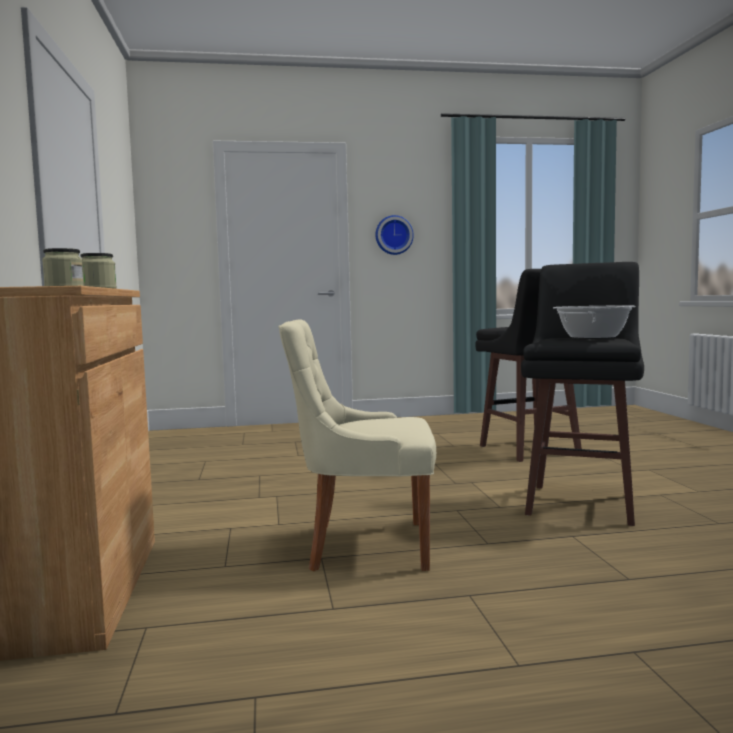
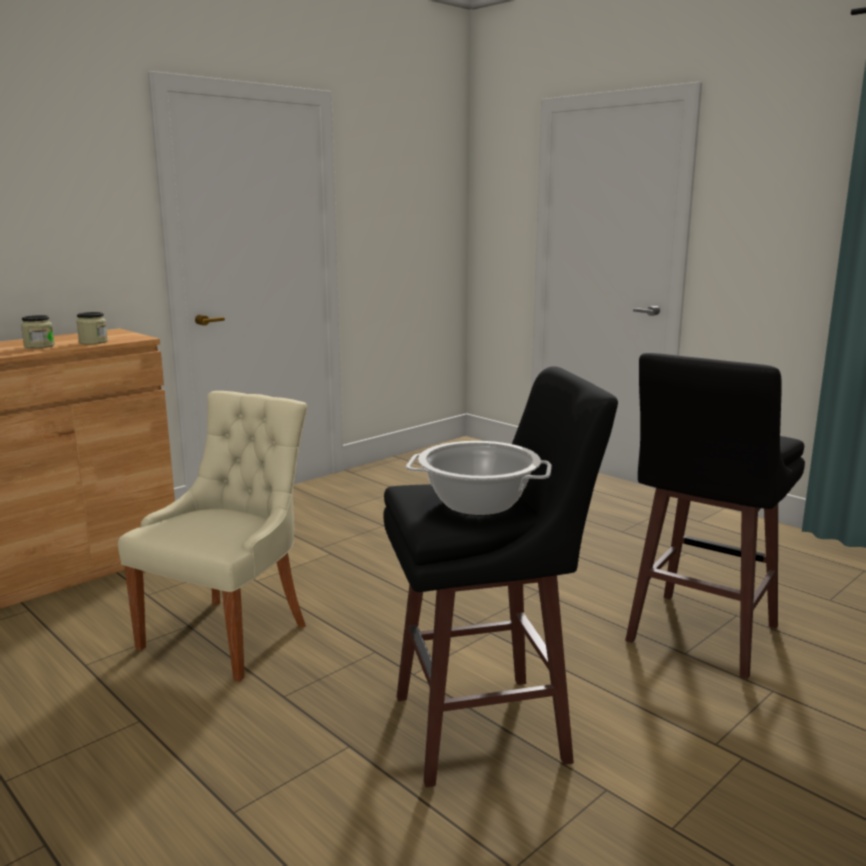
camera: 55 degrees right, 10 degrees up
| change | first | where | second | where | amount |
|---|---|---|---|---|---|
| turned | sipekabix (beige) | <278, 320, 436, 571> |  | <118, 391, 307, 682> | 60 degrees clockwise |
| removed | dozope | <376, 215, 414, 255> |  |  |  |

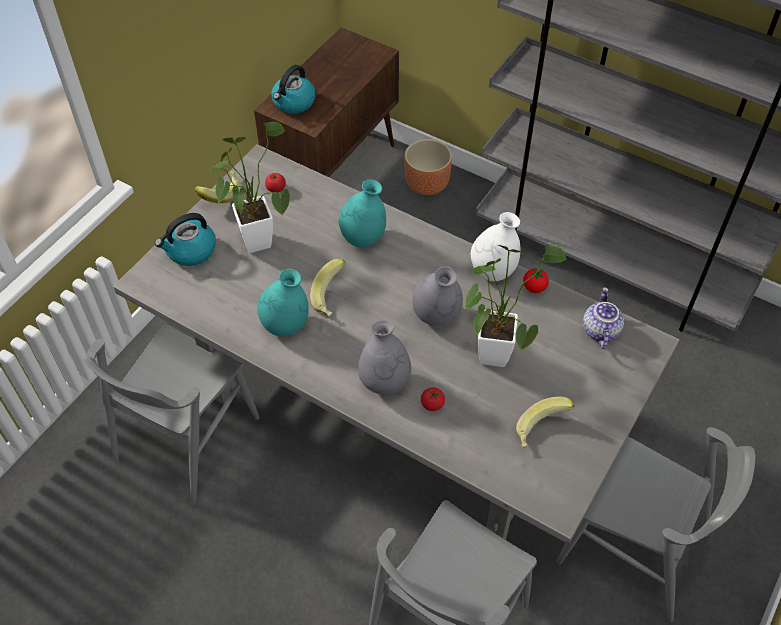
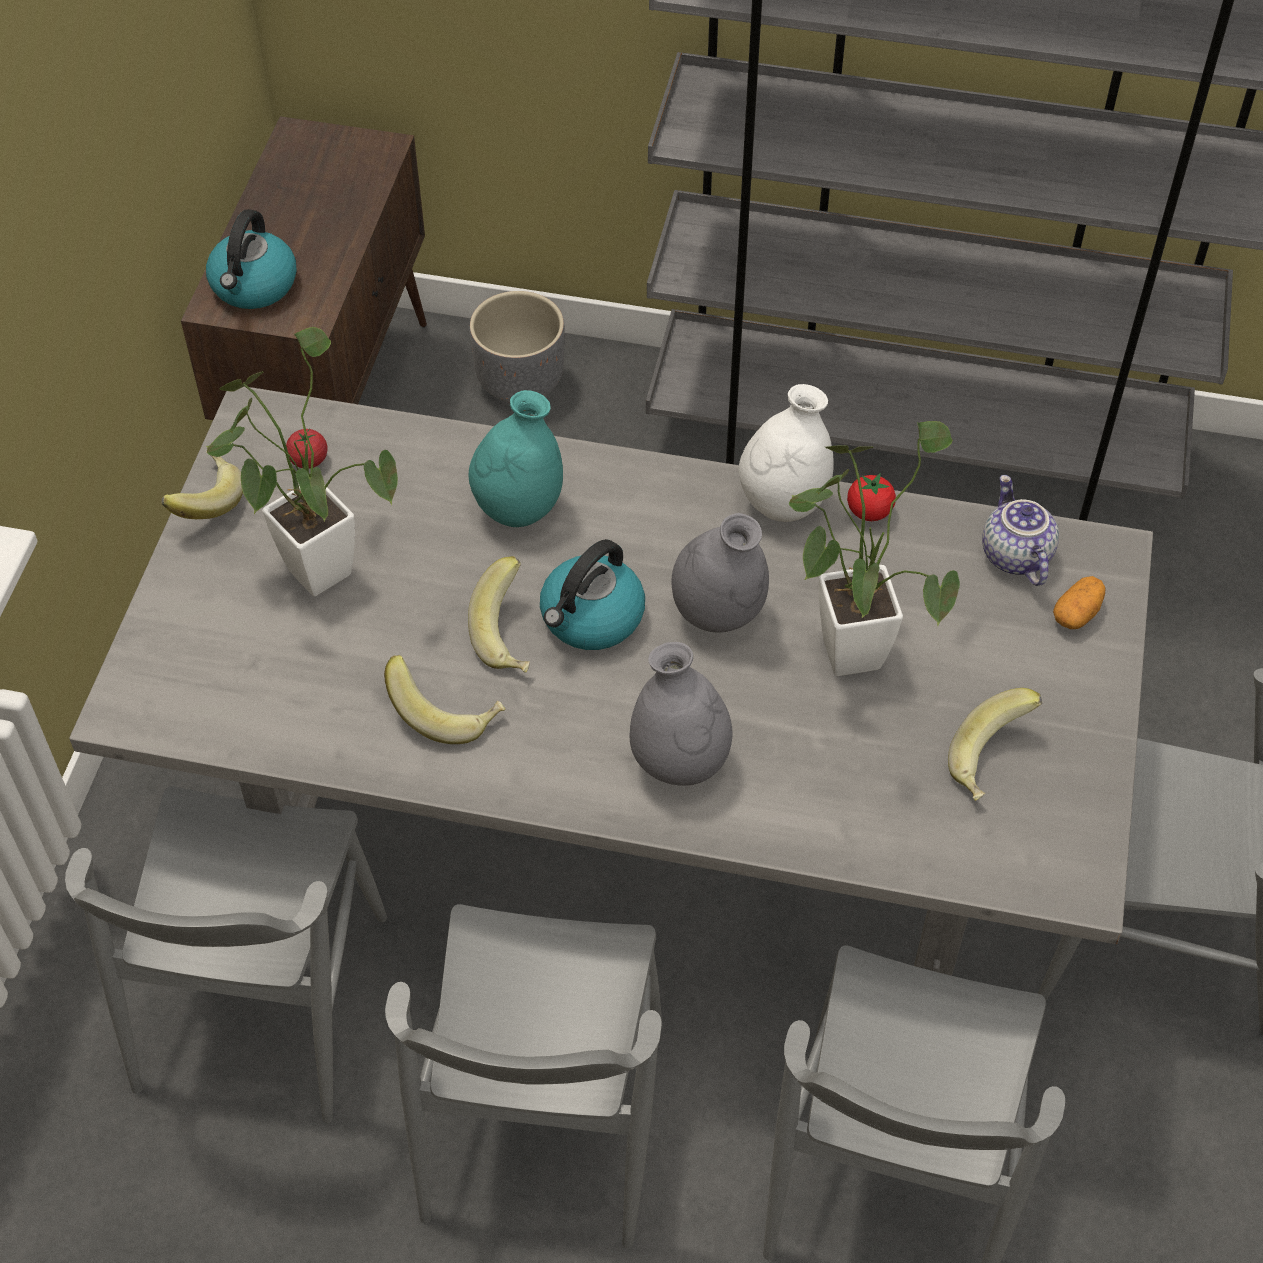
camera: 20 degrees left, 0 degrees up
| change | first | where | second | where | amount |
|---|---|---|---|---|---|
| replaced | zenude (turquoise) | <257, 269, 309, 336> | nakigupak | <384, 655, 505, 744> |  |
| added |  |  | sipekabix (grey) | <385, 904, 662, 1249> |  |
| recoloured | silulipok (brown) | <404, 139, 452, 195> | silulipok (grey) | <469, 291, 565, 402> |  |
| moved | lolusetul | <155, 213, 216, 266> |  | <540, 539, 645, 650> |  |
| added |  |  | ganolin | <1053, 576, 1106, 629> |  |
| removed | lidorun | <421, 387, 445, 411> |  |  |  |

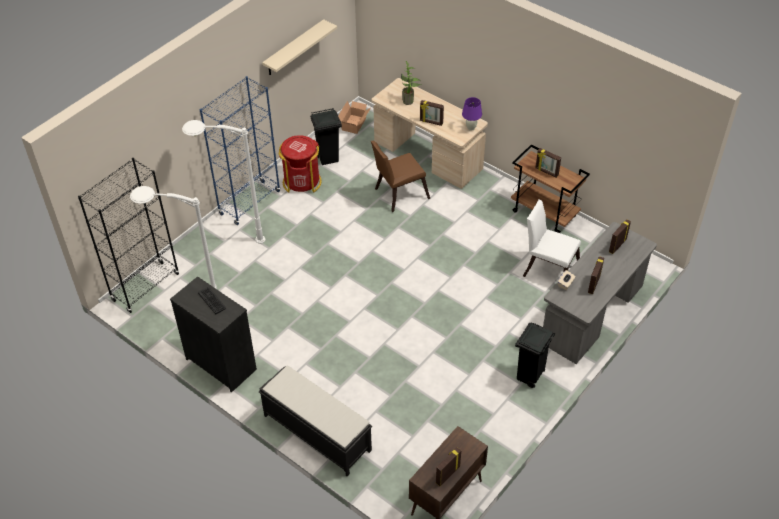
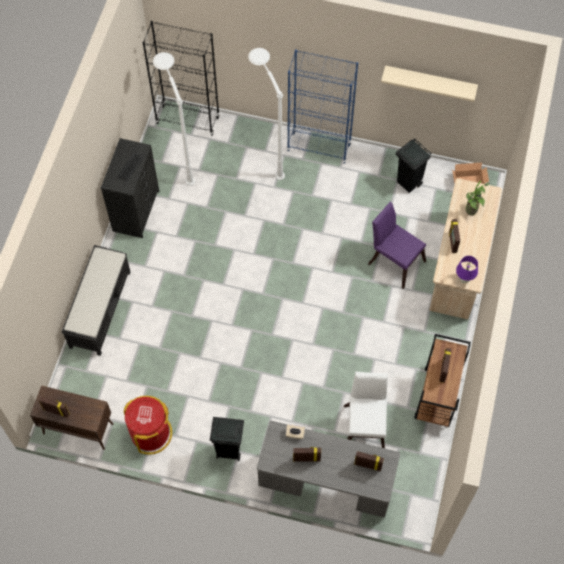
camera: 65 degrees right, 15 degrees up
| change | first | where | second | where | amount |
|---|---|---|---|---|---|
| moved | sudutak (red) | <278, 135, 322, 192> |  | <124, 396, 172, 455> |  |
| recoloured | sipekabix (brown) | <371, 141, 430, 212> | sipekabix (purple) | <368, 202, 426, 289> |  |

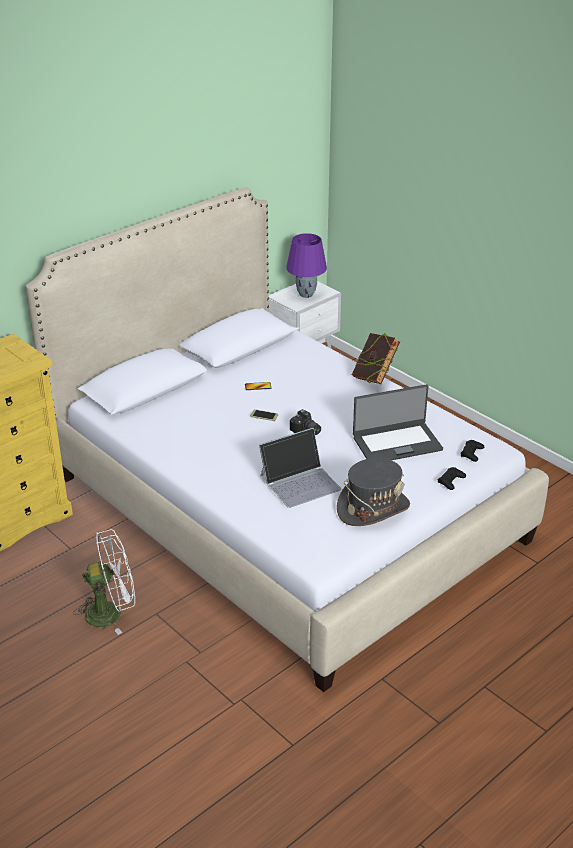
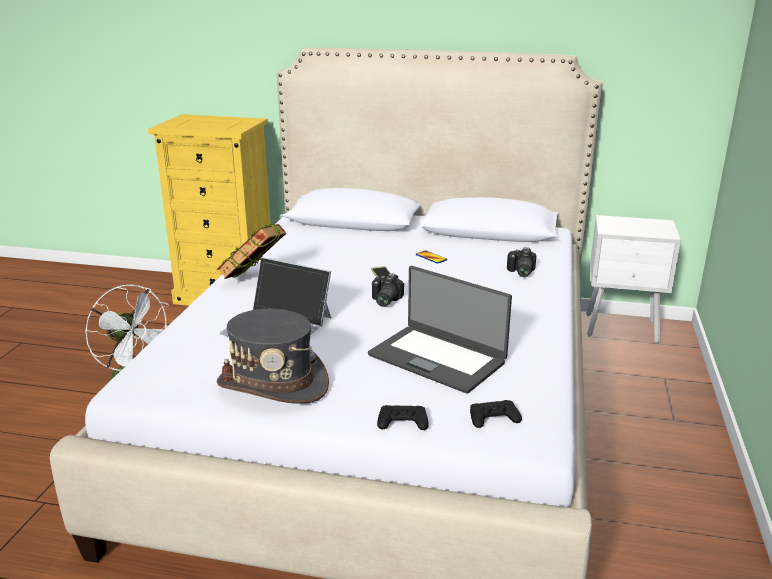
camera: 55 degrees right, 10 degrees down
| change | first | where | second | where | amount |
|---|---|---|---|---|---|
| moved | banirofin | <352, 333, 400, 384> |  | <217, 223, 286, 279> |  |
| added |  |  | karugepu | <507, 247, 536, 277> |  |
| removed | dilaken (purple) | <286, 233, 327, 298> |  |  |  |

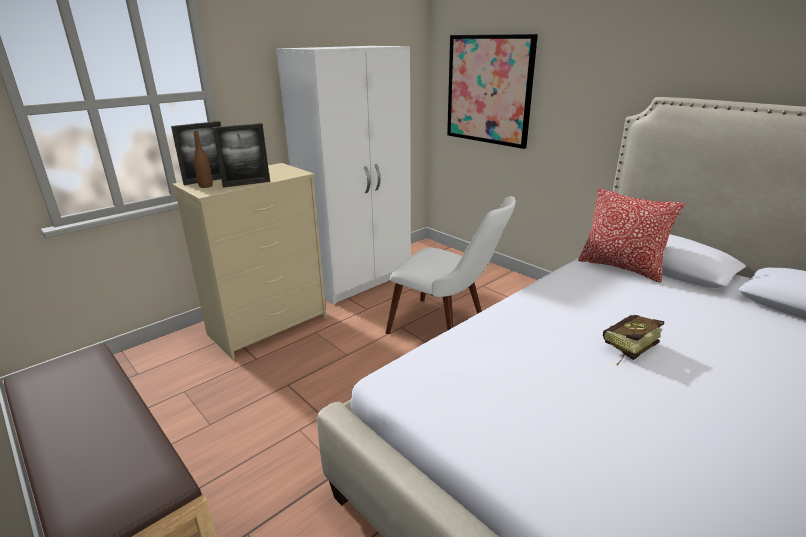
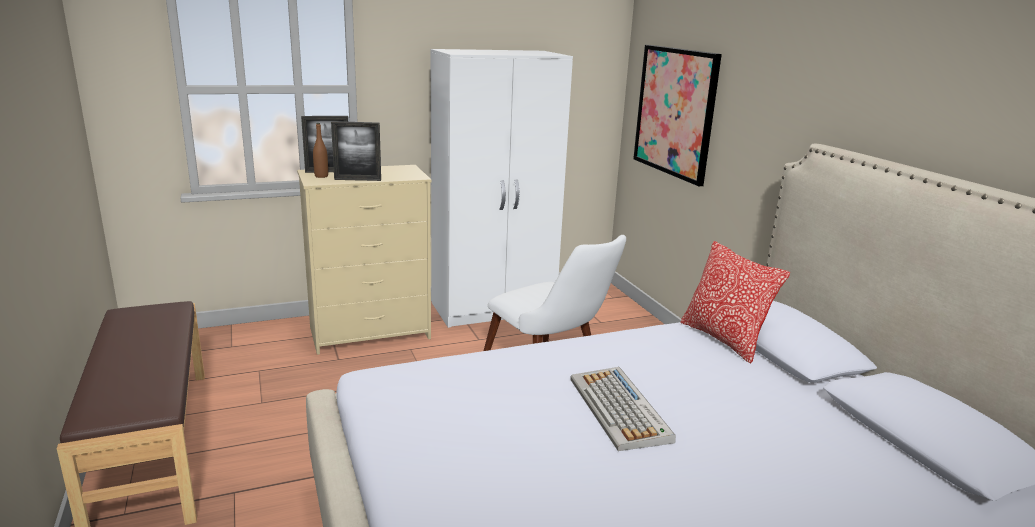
camera: 20 degrees right, 5 degrees down
| change | first | where | second | where | amount |
|---|---|---|---|---|---|
| replaced | banirofin | <603, 315, 664, 365> | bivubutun | <571, 367, 676, 451> |  |

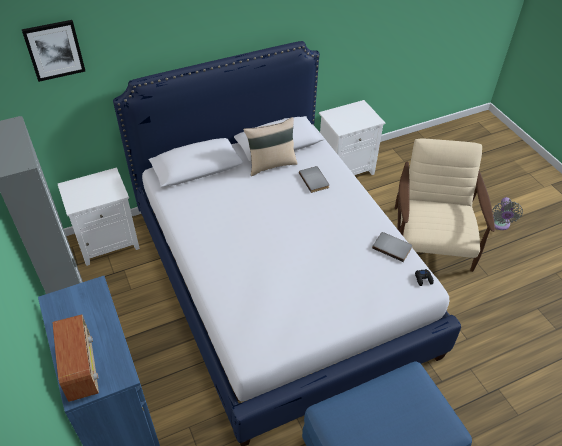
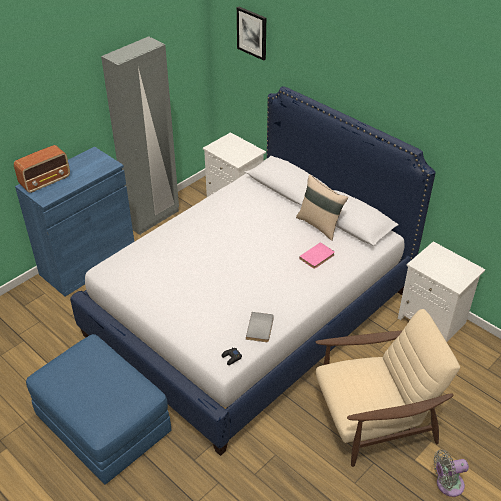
camera: 70 degrees right, 5 degrees down
| change | first | where | second | where | amount |
|---|---|---|---|---|---|
| recoloured | banirofin (grey) | <299, 166, 329, 193> | banirofin (pink) | <299, 242, 335, 269> |  |

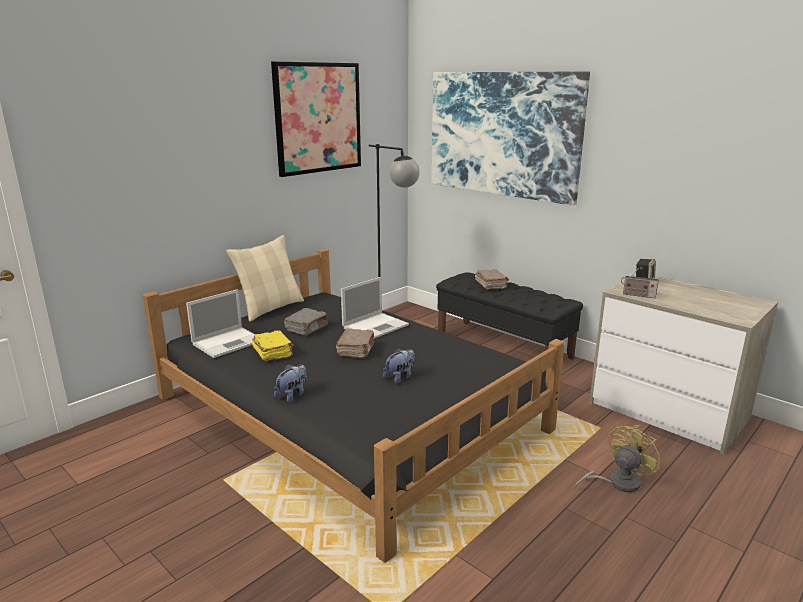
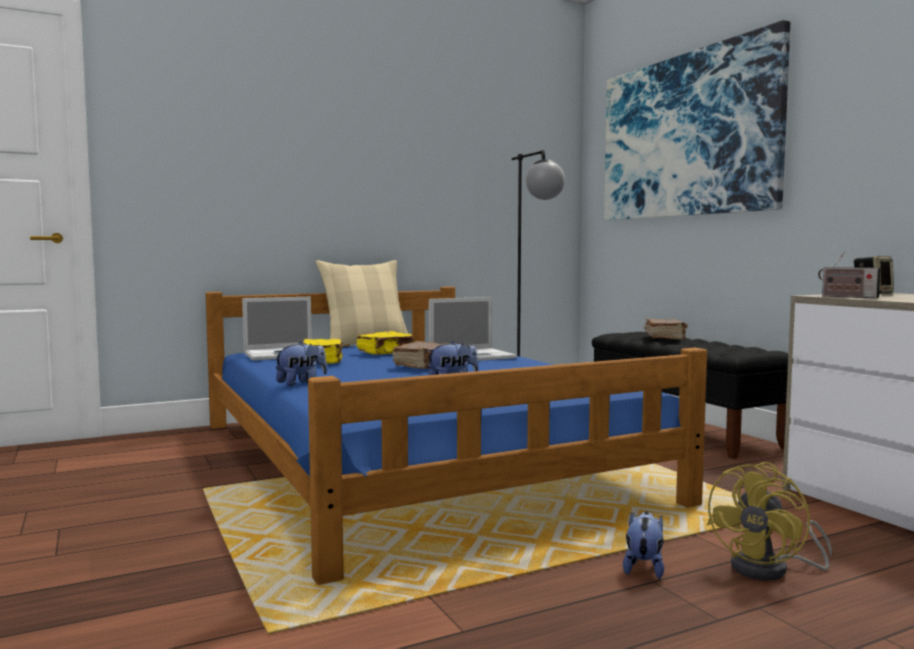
camera: 20 degrees right, 15 degrees down
| change | first | where | second | where | amount |
|---|---|---|---|---|---|
| recoloured | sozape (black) | <143, 248, 565, 563> | sozape (blue) | <206, 287, 707, 585> |  |
| recoloured | banirofin (grey) | <284, 308, 328, 335> | banirofin (yellow) | <357, 331, 414, 355> |  |
| added |  |  | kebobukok | <623, 511, 664, 579> |  |
| turned | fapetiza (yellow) | <574, 425, 660, 493> |  | <706, 462, 832, 581> | 150 degrees clockwise |
| removed | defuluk | <271, 62, 361, 177> |  |  |  |

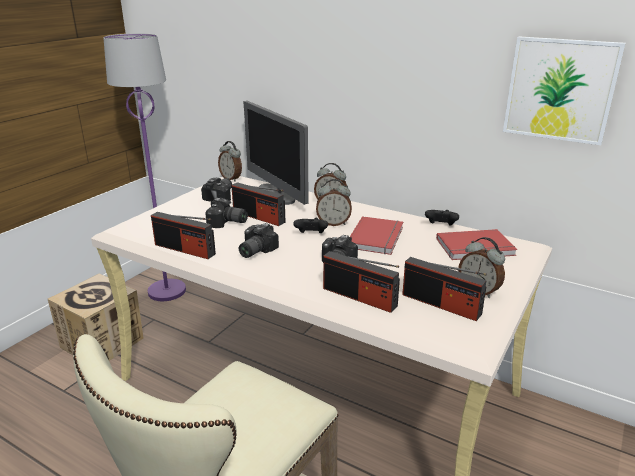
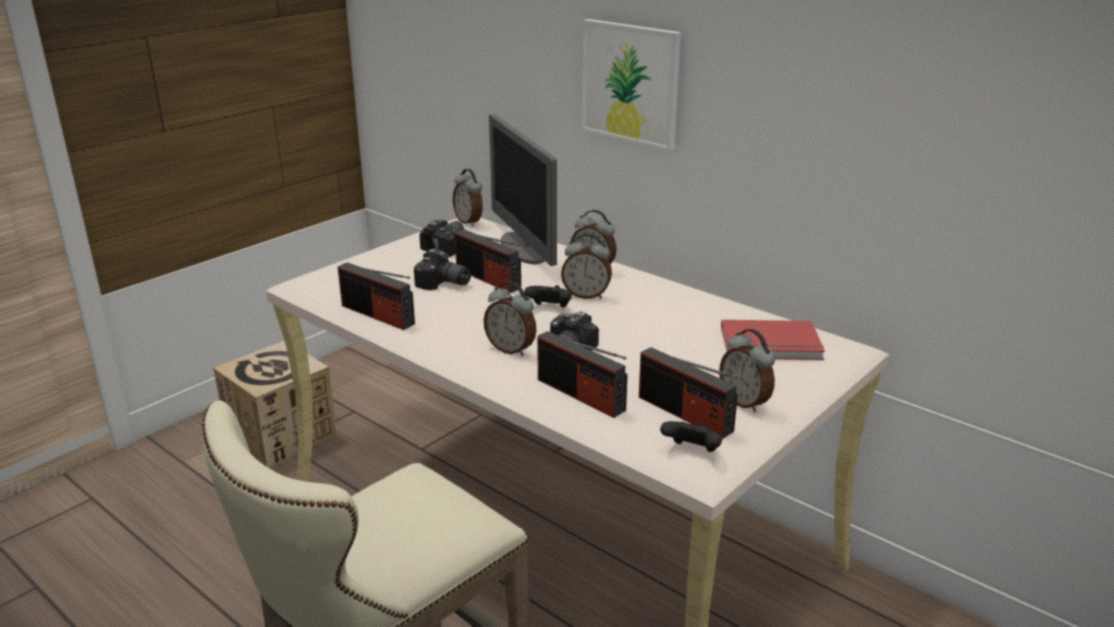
camera: 10 degrees right, 0 degrees up
| change | first | where | second | where | amount |
|---|---|---|---|---|---|
| added |  |  | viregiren | <484, 282, 537, 356> |  |
| moved | defuluk | <503, 36, 626, 145> |  | <582, 19, 681, 151> |  |
| moved | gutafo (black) | <425, 210, 459, 226> |  | <660, 421, 722, 452> |  |
| removed | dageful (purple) | <103, 33, 186, 301> |  |  |  |
| removed | karugepu | <239, 223, 279, 258> |  |  |  |
| removed | banirofin (red) | <350, 216, 403, 255> |  |  |  |

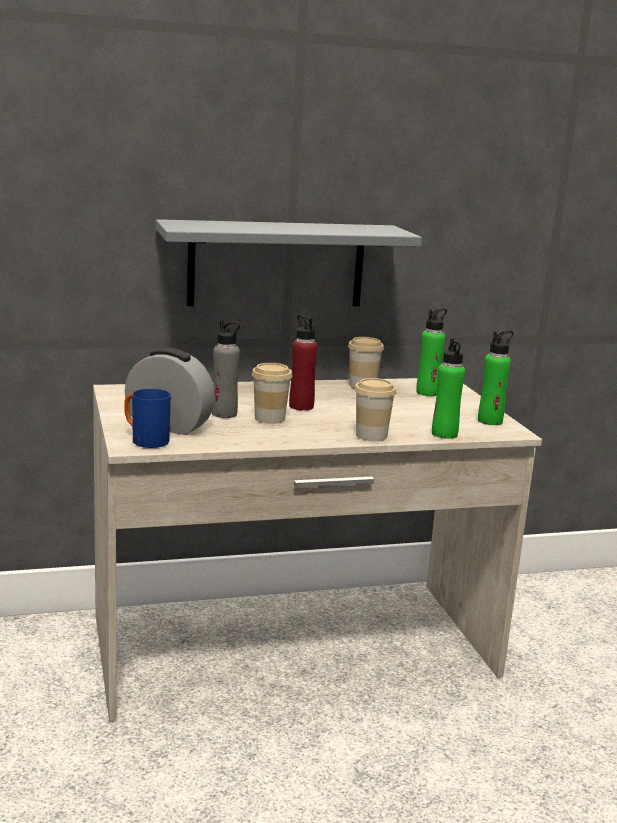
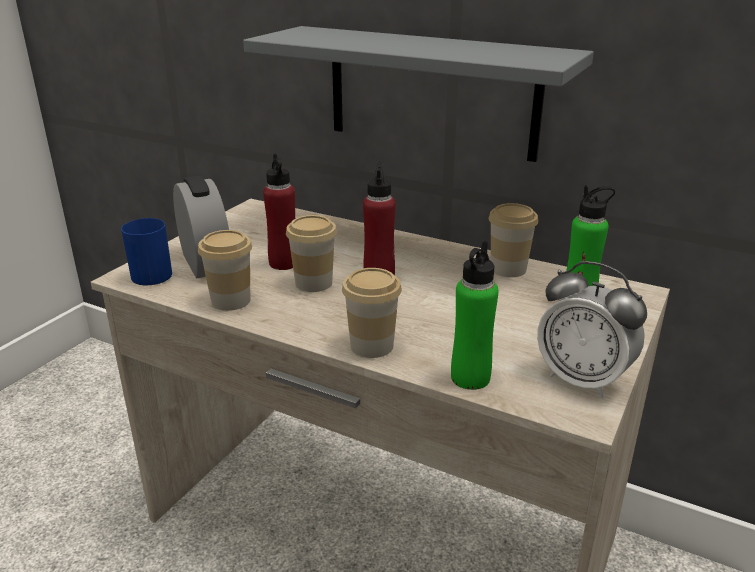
camera: 45 degrees right, 10 degrees up
| change | first | where | second | where | amount |
|---|---|---|---|---|---|
| added |  |  | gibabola | <198, 230, 252, 311> |  |
| recoloured | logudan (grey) | <212, 320, 240, 418> | logudan (red) | <263, 154, 295, 270> |  |
| replaced | logudan (green) | <478, 330, 514, 425> | viregiren | <537, 261, 647, 398> |  |

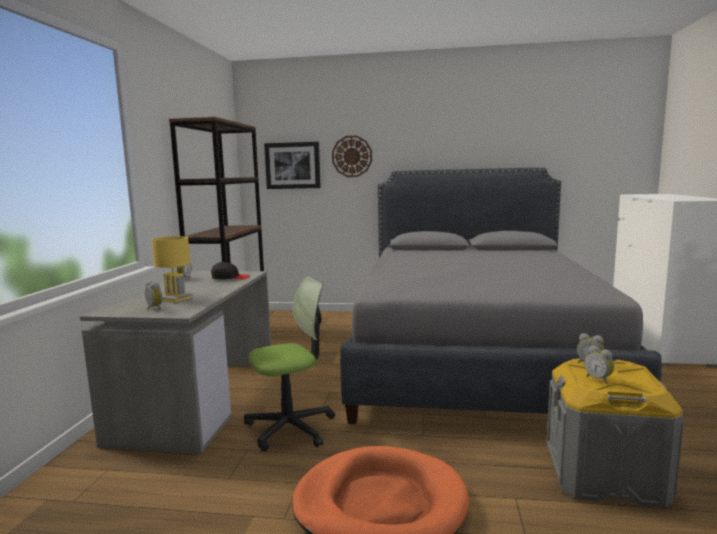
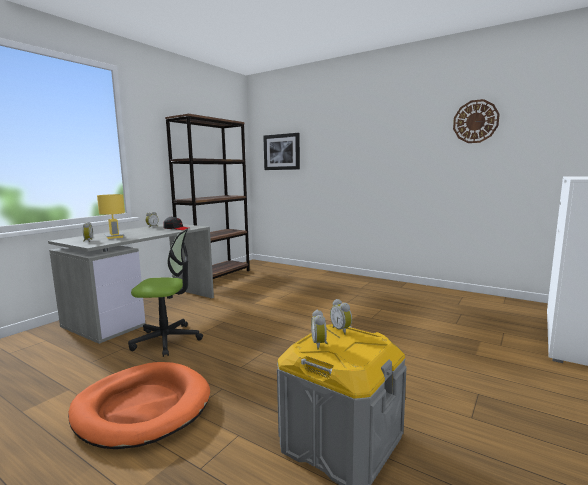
camera: 25 degrees right, 0 degrees up
| change | first | where | second | where | amount |
|---|---|---|---|---|---|
| moved | dozope | <332, 136, 372, 177> |  | <453, 99, 500, 143> |  |
| removed | sozape (grey) | <340, 168, 662, 424> |  |  |  |

